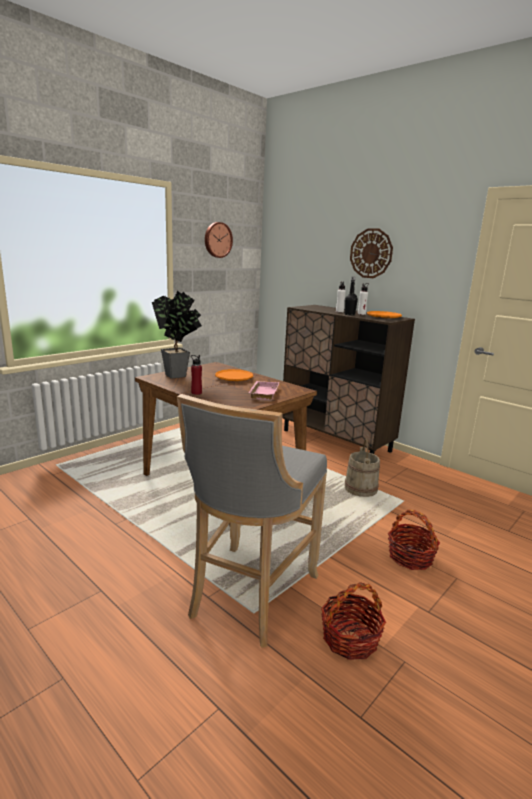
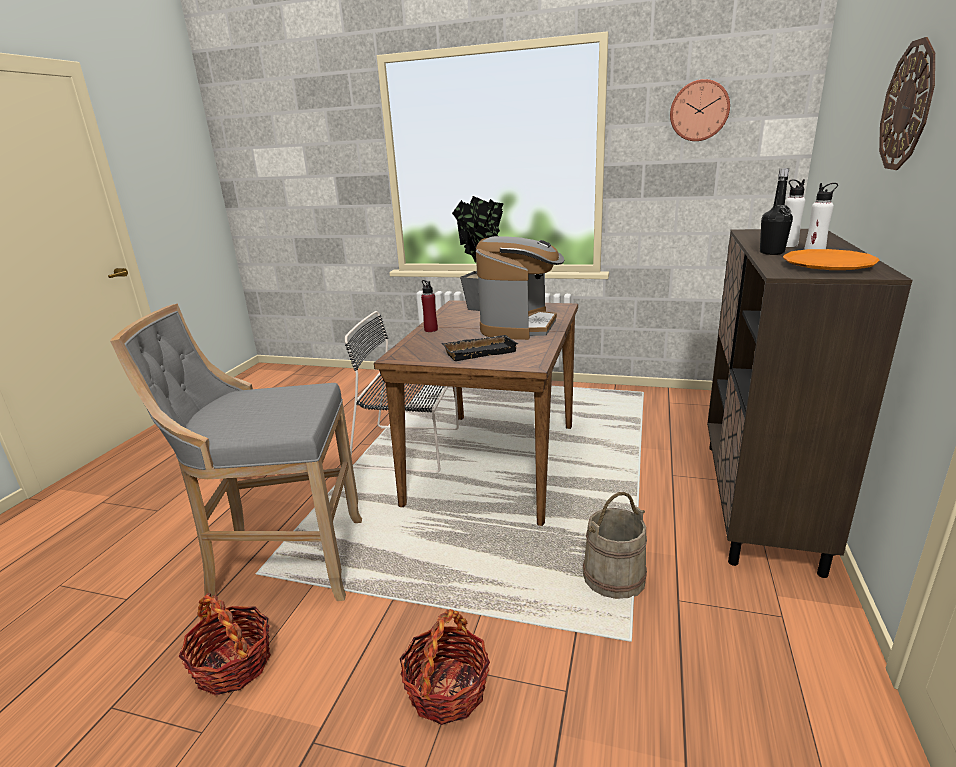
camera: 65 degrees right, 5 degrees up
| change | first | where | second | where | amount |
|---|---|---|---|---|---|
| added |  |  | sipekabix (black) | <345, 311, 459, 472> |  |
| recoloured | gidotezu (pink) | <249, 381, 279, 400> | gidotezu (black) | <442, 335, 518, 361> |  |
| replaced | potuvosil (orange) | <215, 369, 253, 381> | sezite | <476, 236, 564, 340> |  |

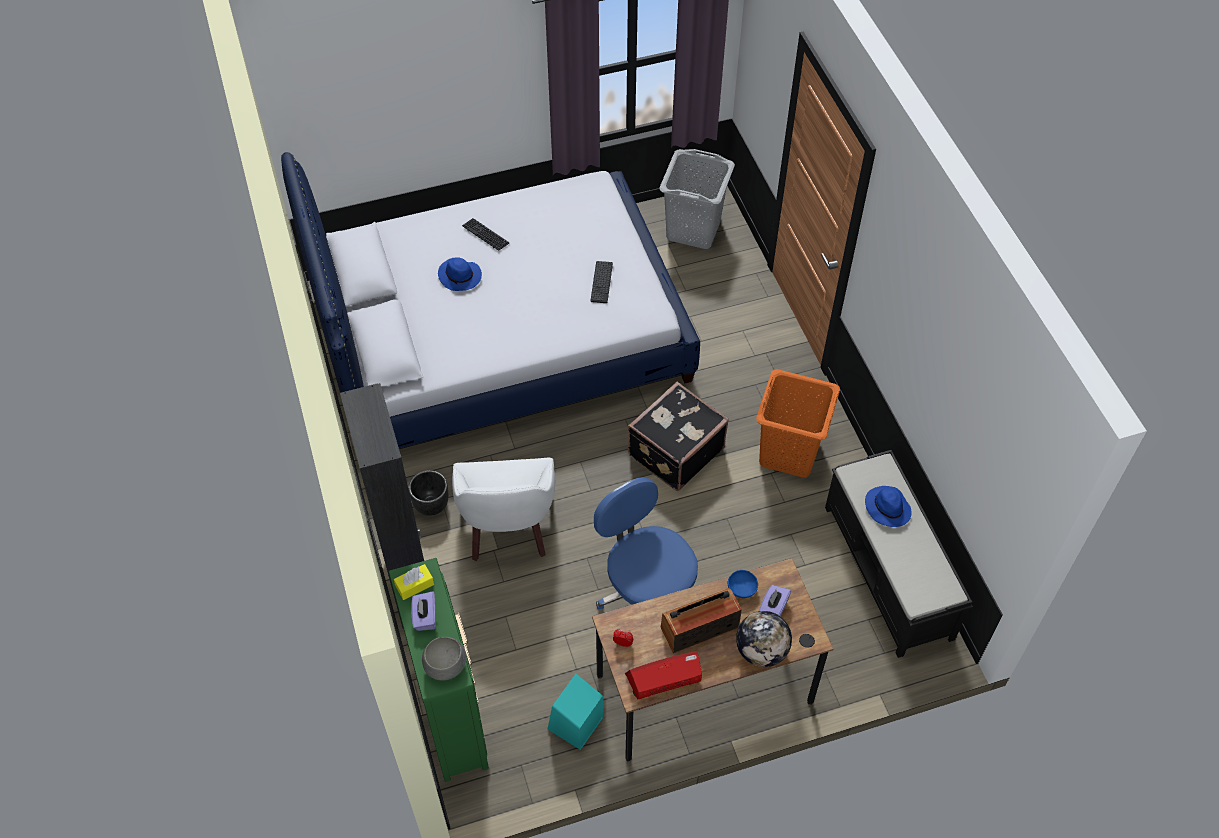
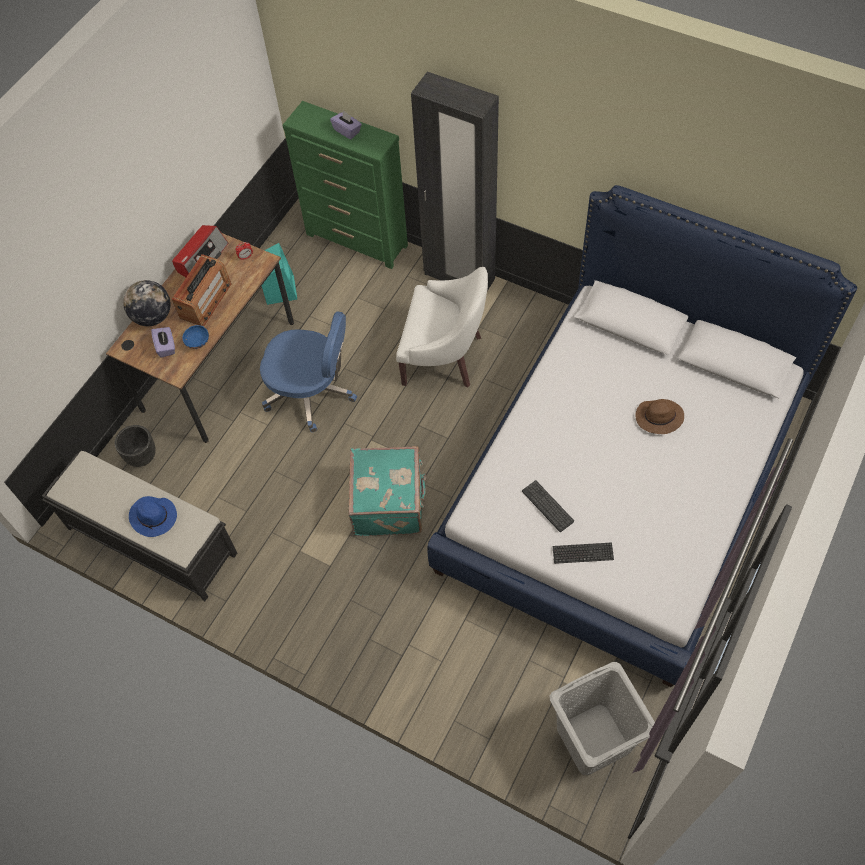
camera: 140 degrees right, 5 degrees up
| change | first | where | second | where | amount |
|---|---|---|---|---|---|
| moved | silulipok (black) | <408, 470, 448, 516> |  | <115, 425, 156, 467> |  |
| recoloured | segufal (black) | <628, 382, 729, 491> | segufal (turquoise) | <349, 446, 427, 536> |  |
| turned | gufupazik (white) | <452, 458, 555, 561> |  | <396, 267, 488, 388> | 150 degrees clockwise |
| moved | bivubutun | <462, 218, 509, 251> |  | <553, 542, 614, 564> |  |
| recoloured | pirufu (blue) | <438, 257, 482, 291> | pirufu (brown) | <635, 399, 684, 434> |  |
| removed | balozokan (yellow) | <394, 564, 434, 600> |  |  |  |
| removed | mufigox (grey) | <422, 637, 467, 681> |  |  |  |
| removed | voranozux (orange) | <756, 369, 840, 478> |  |  |  |

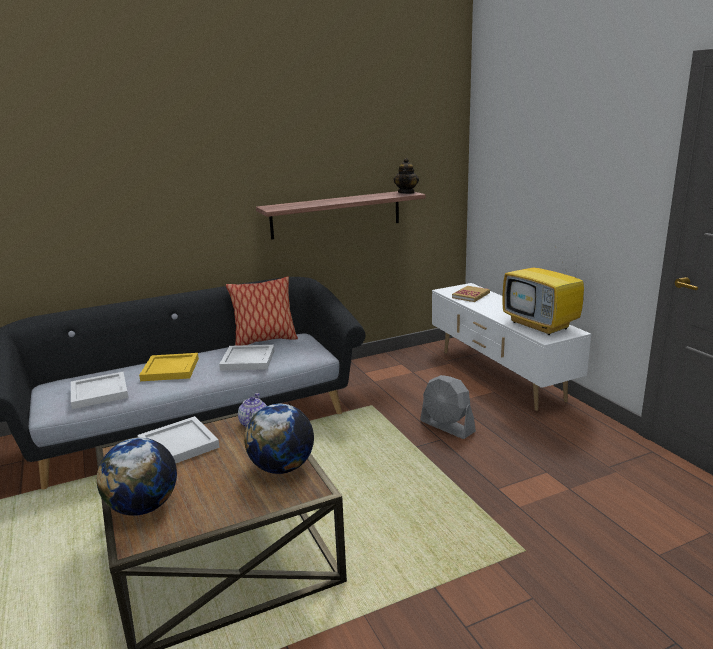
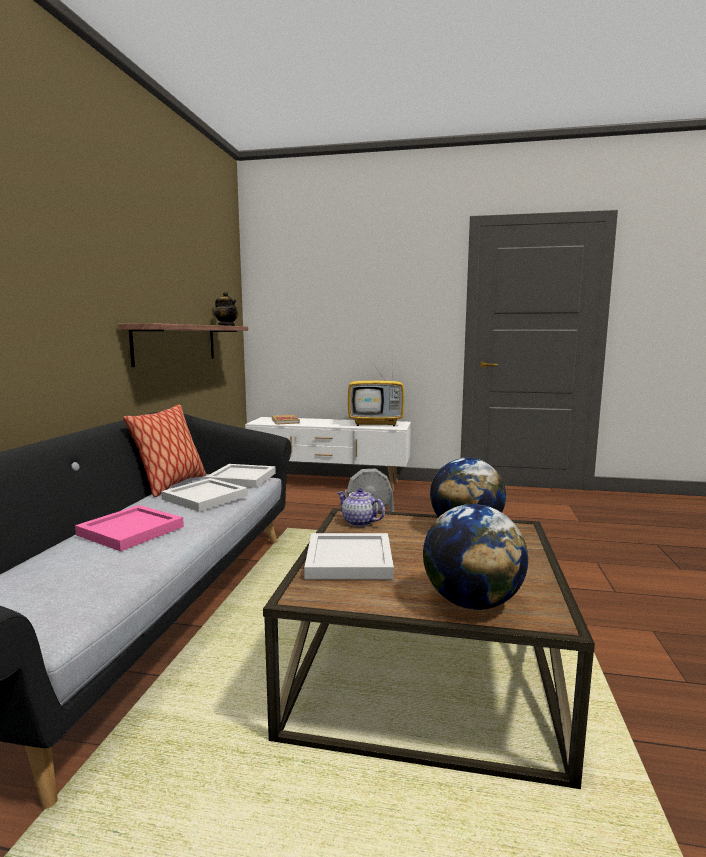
camera: 55 degrees left, 10 degrees down
| change | first | where | second | where | amount |
|---|---|---|---|---|---|
| recoloured | gidotezu (yellow) | <139, 353, 199, 381> | gidotezu (pink) | <75, 505, 184, 551> |  |
| moved | gidotezu (white) | <71, 372, 129, 409> |  | <205, 464, 276, 488> |  |

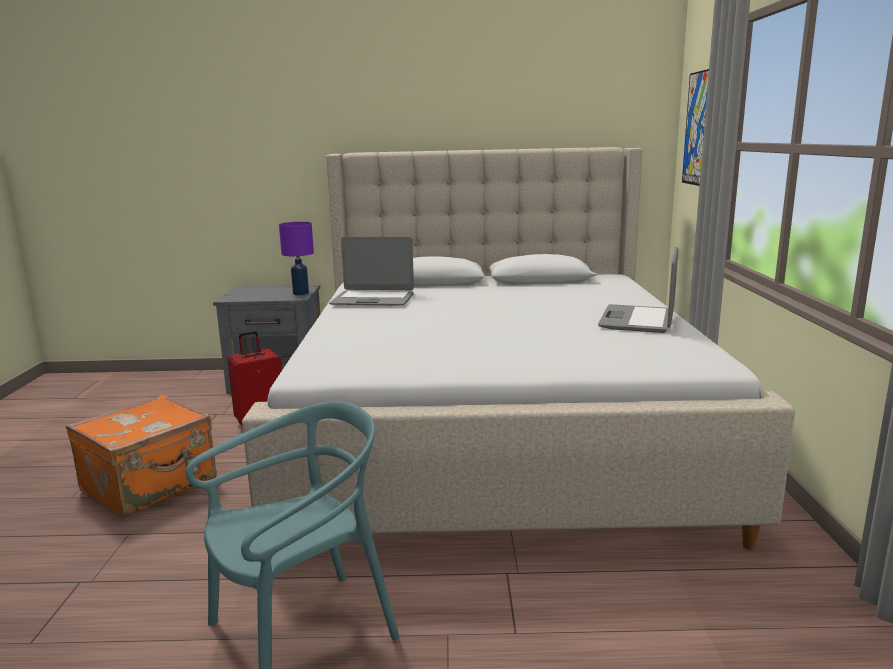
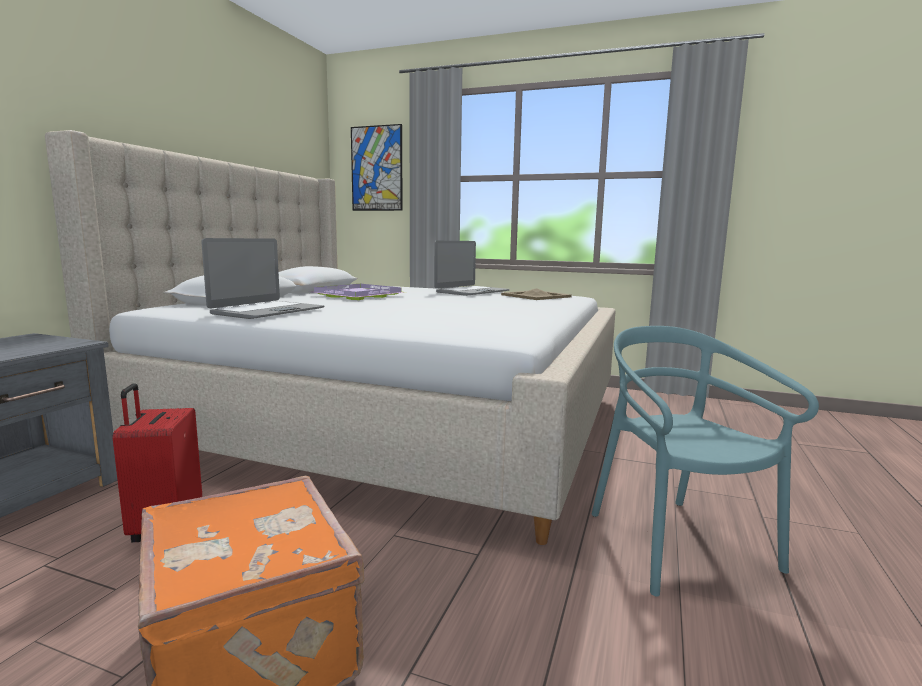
camera: 70 degrees left, 5 degrees down
| change | first | where | second | where | amount |
|---|---|---|---|---|---|
| added |  |  | gidotezu (purple) | <312, 284, 405, 300> |  |
| turned | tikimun | <598, 247, 678, 333> |  | <434, 241, 510, 296> | 90 degrees counterclockwise |
| added |  |  | gidotezu (beige) | <501, 288, 572, 300> |  |
| removed | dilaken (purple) | <279, 222, 314, 295> |  |  |  |

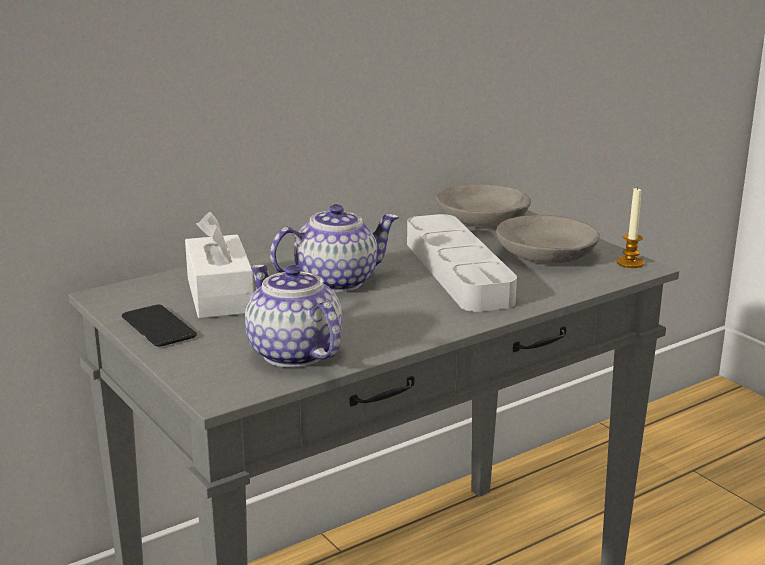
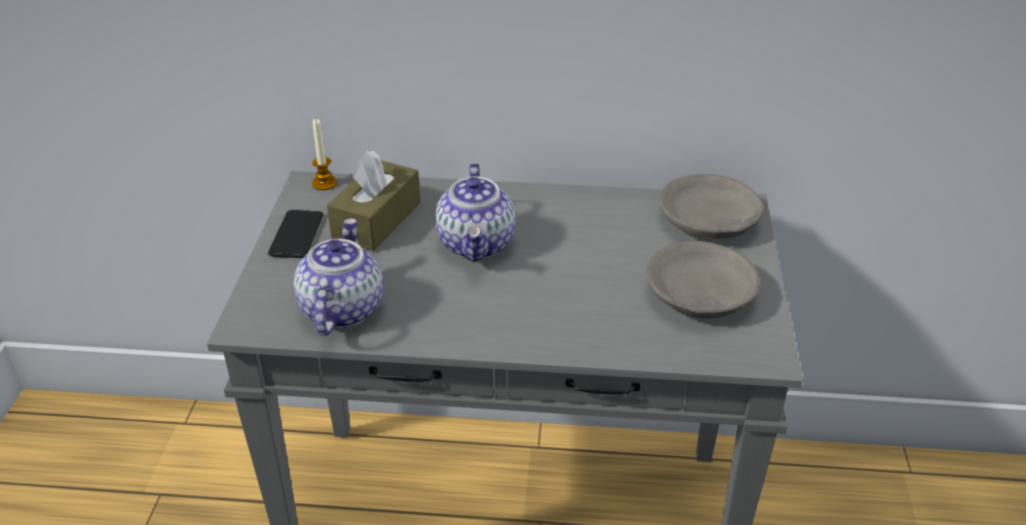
camera: 40 degrees right, 15 degrees up
| change | first | where | second | where | amount |
|---|---|---|---|---|---|
| moved | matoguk | <617, 187, 644, 268> |  | <312, 119, 337, 190> |  |
| recoloured | balozokan (white) | <185, 212, 254, 318> | balozokan (brown) | <327, 150, 420, 251> |  |
| turned | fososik | <270, 204, 399, 292> |  | <435, 163, 516, 262> | 75 degrees clockwise |
| removed | gidotezu (grey) | <407, 214, 517, 312> |  |  |  |

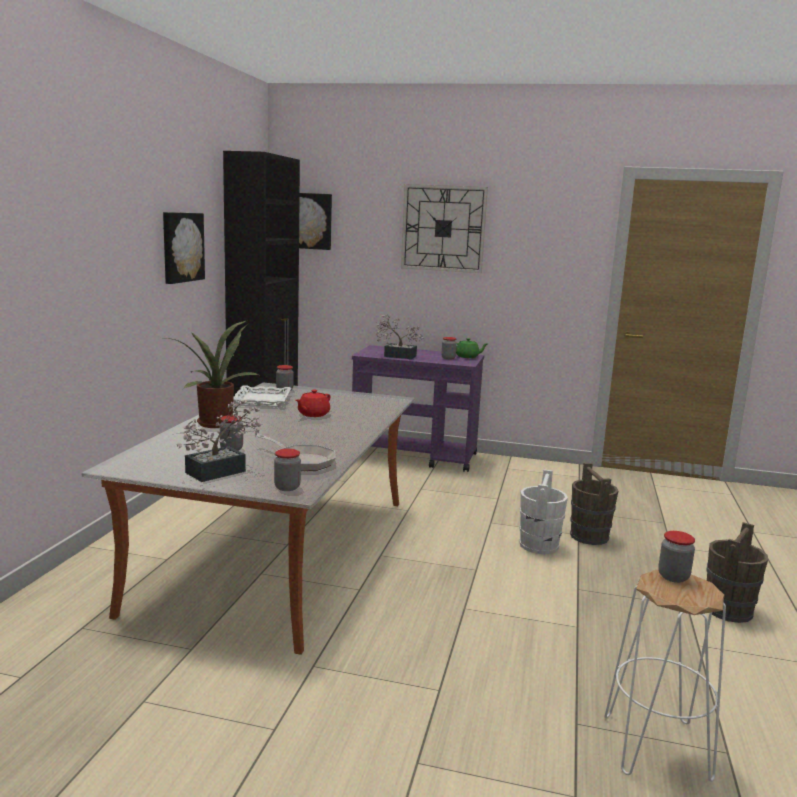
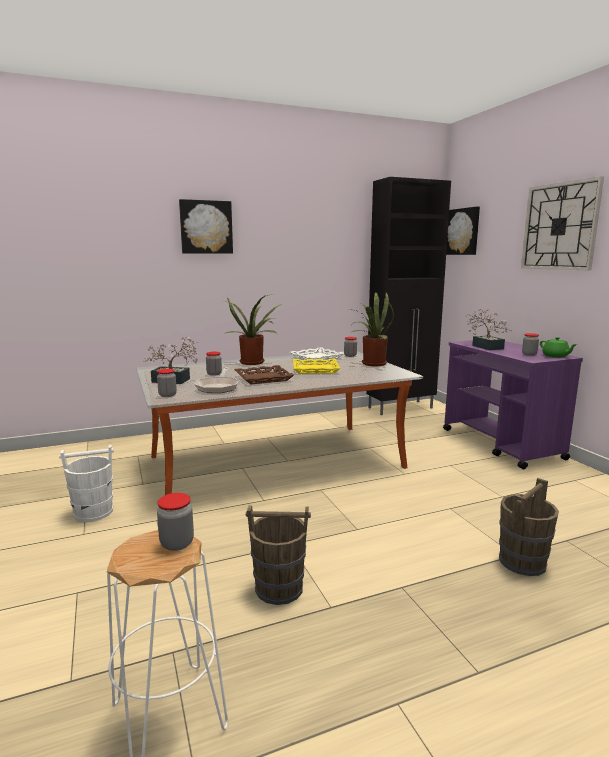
camera: 55 degrees right, 0 degrees up
| change | first | where | second | where | amount |
|---|---|---|---|---|---|
| moved | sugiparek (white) | <519, 469, 568, 554> |  | <59, 444, 114, 522> |  |
| moved | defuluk | <163, 212, 205, 284> |  | <179, 199, 233, 254> |  |
| added |  |  | gidotezu (brown) | <234, 365, 294, 385> |  |
| moved | sugiparek (brown) | <706, 522, 768, 623> |  | <246, 505, 311, 605> |  |
| replaced | fososik (red) | <296, 390, 330, 417> | gidotezu (yellow) | <293, 359, 340, 374> |  |
| added |  |  | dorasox | <349, 292, 394, 366> |  |

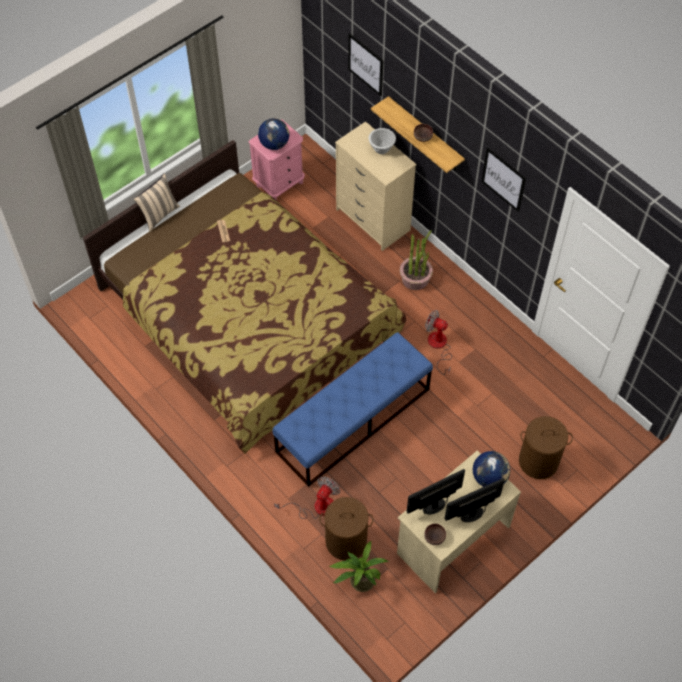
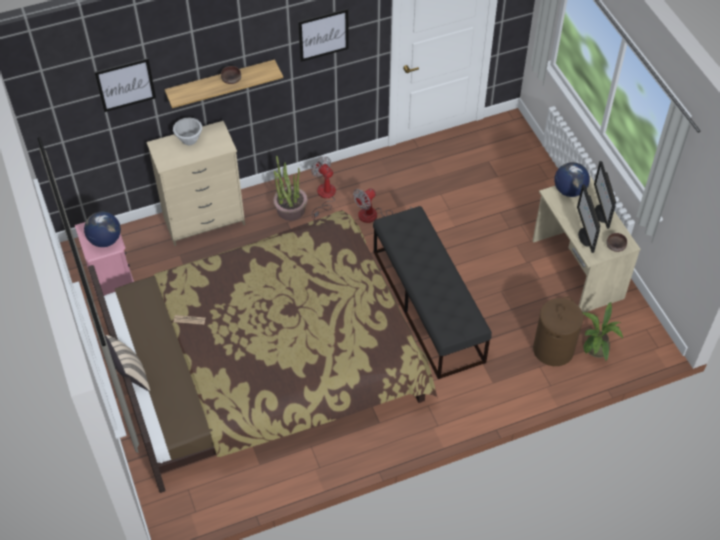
camera: 70 degrees left, 5 degrees down
| change | first | where | second | where | amount |
|---|---|---|---|---|---|
| moved | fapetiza | <274, 476, 340, 519> |  | <311, 157, 336, 220> |  |
| recoloured | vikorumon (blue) | <273, 332, 433, 487> | vikorumon (black) | <373, 206, 492, 379> |  |
| removed | voranozux (brown) | <519, 416, 573, 479> |  |  |  |

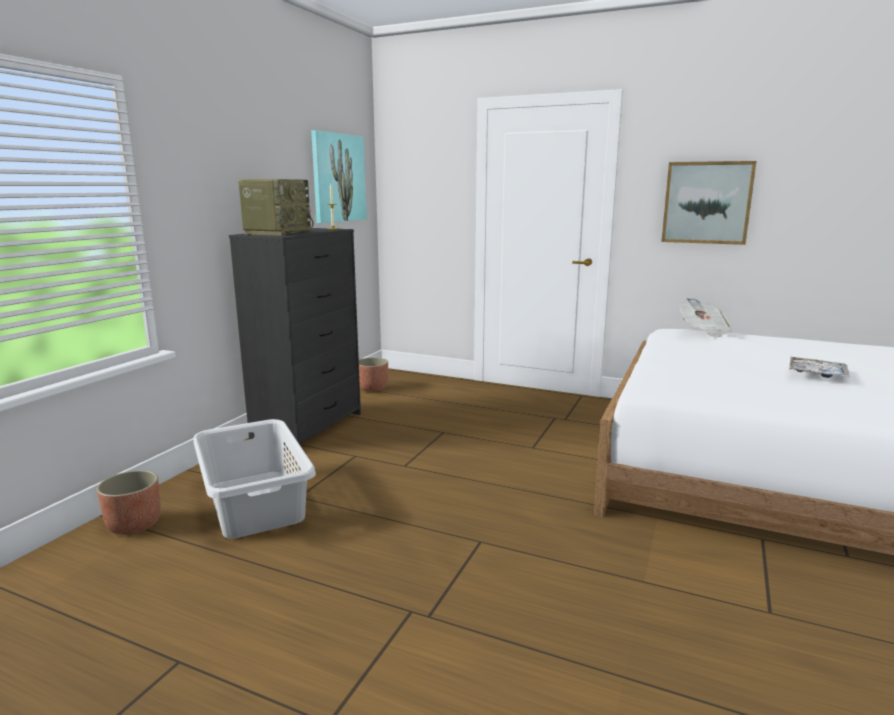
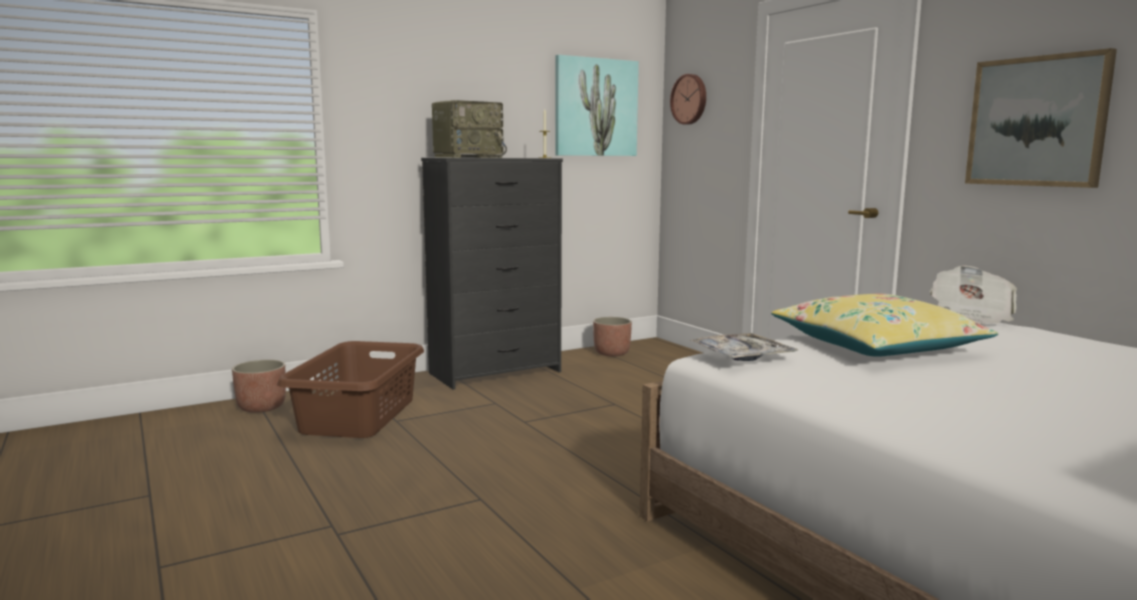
camera: 35 degrees right, 5 degrees down
| change | first | where | second | where | amount |
|---|---|---|---|---|---|
| recoloured | voranozux (grey) | <193, 419, 316, 539> | voranozux (brown) | <277, 341, 424, 438> |  |
| added |  |  | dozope | <670, 74, 706, 125> |  |
| moved | gidotezu | <789, 357, 850, 378> |  | <689, 333, 798, 361> |  |
| added |  |  | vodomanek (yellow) | <771, 293, 998, 357> |  |

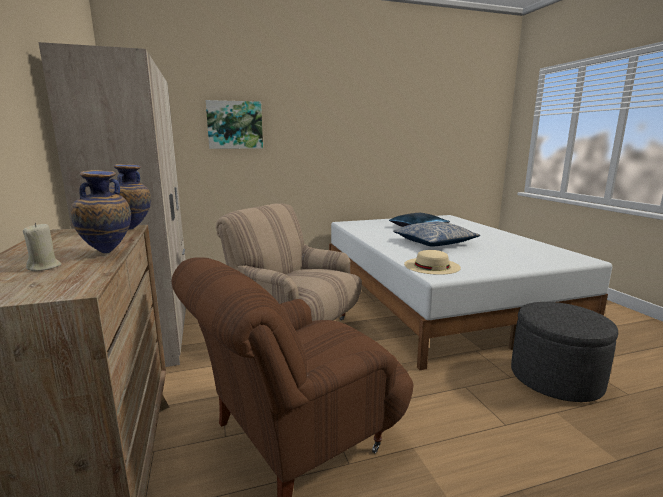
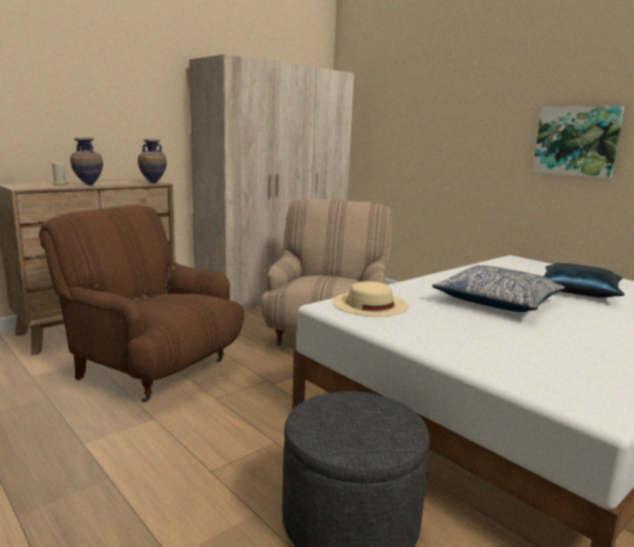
camera: 65 degrees right, 0 degrees up
| change | first | where | second | where | amount |
|---|---|---|---|---|---|
| moved | defuluk | <206, 100, 263, 149> |  | <533, 106, 624, 179> |  |

